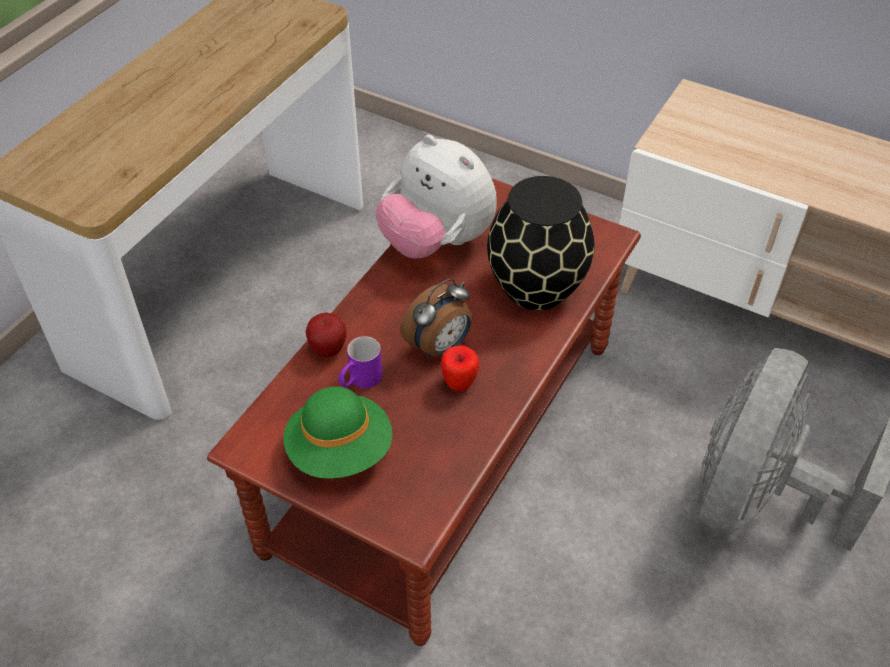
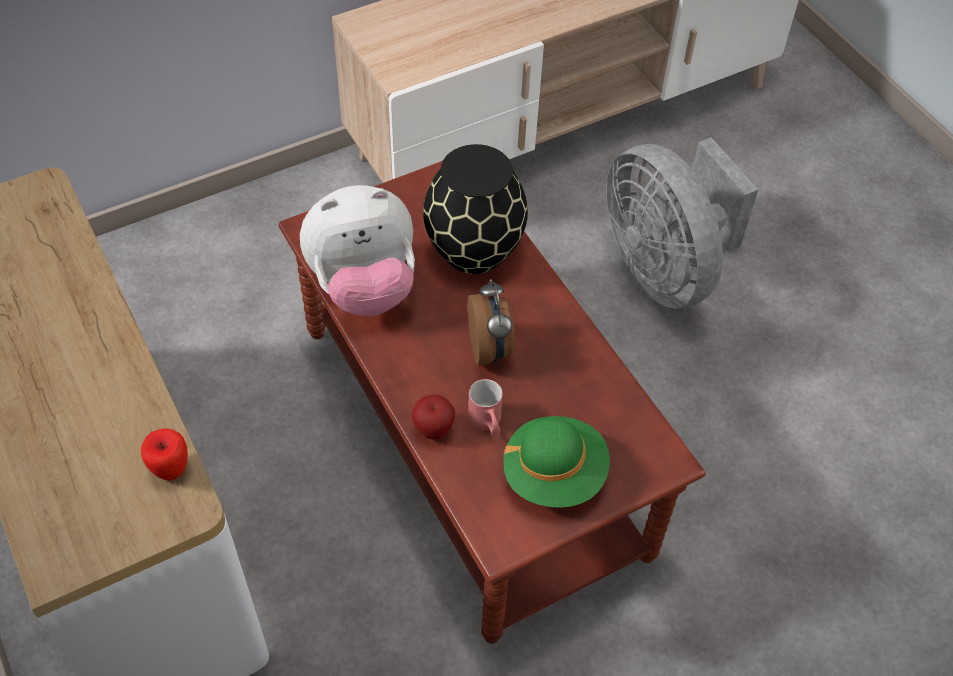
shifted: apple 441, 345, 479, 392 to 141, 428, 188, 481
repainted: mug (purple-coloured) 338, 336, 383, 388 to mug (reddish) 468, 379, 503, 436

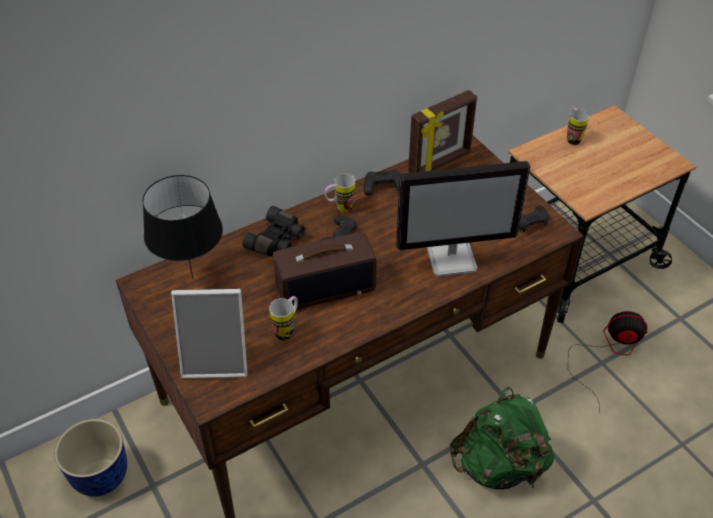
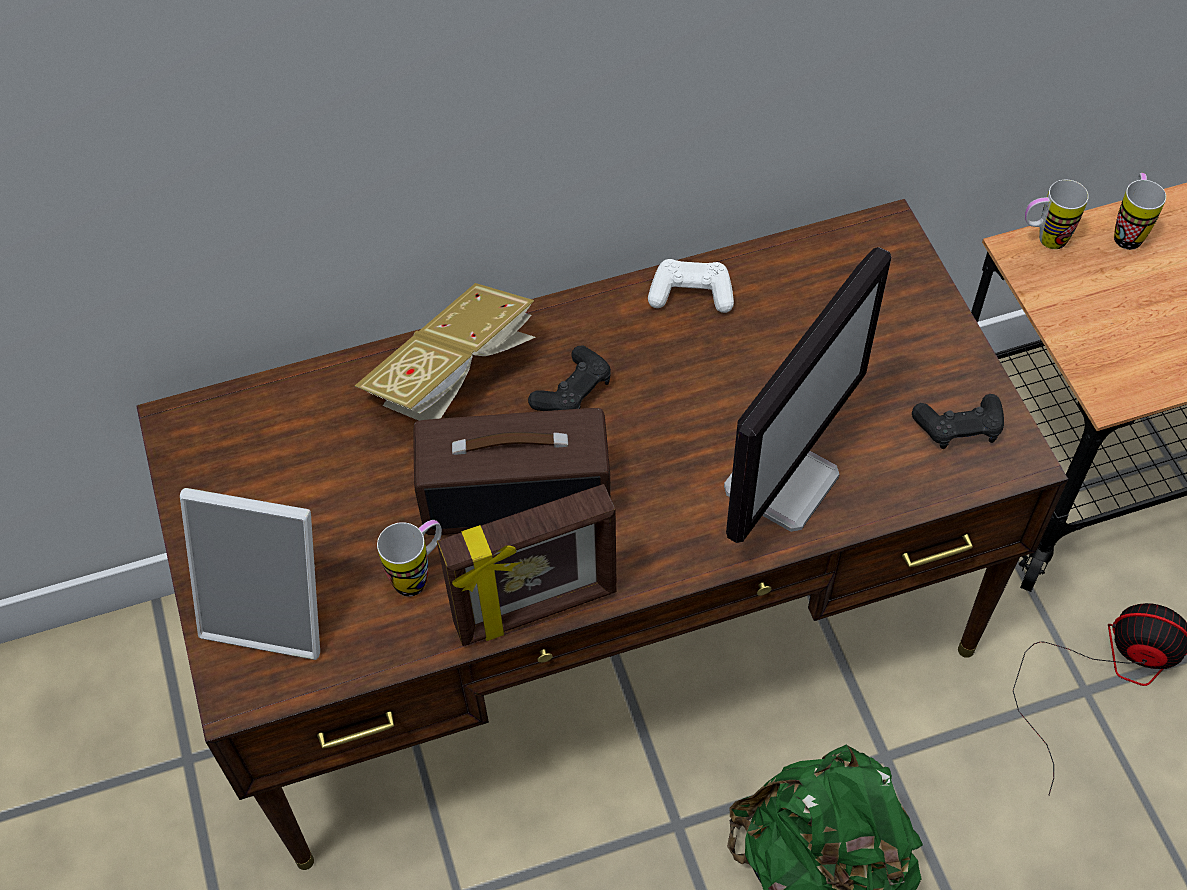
gone: plant pot 55, 419, 127, 497; tabletop lamp (black) 143, 175, 223, 280
shifted: mug 325, 174, 355, 213 to 1025, 180, 1089, 249; picture frame 408, 90, 477, 173 to 437, 484, 617, 646
swapped: pair of binoculars (black) 243, 206, 305, 256 to book 355, 283, 536, 421
repainted: gamepad (black) 364, 170, 401, 196 to gamepad (white-coloured) 648, 259, 734, 313
rotated: computer screen 396, 161, 530, 277 = 724, 247, 892, 543 60 degrees counterclockwise

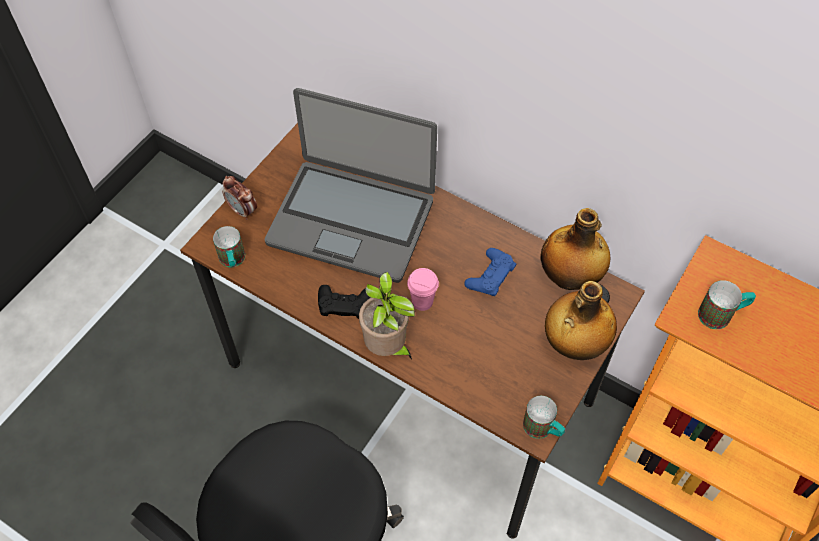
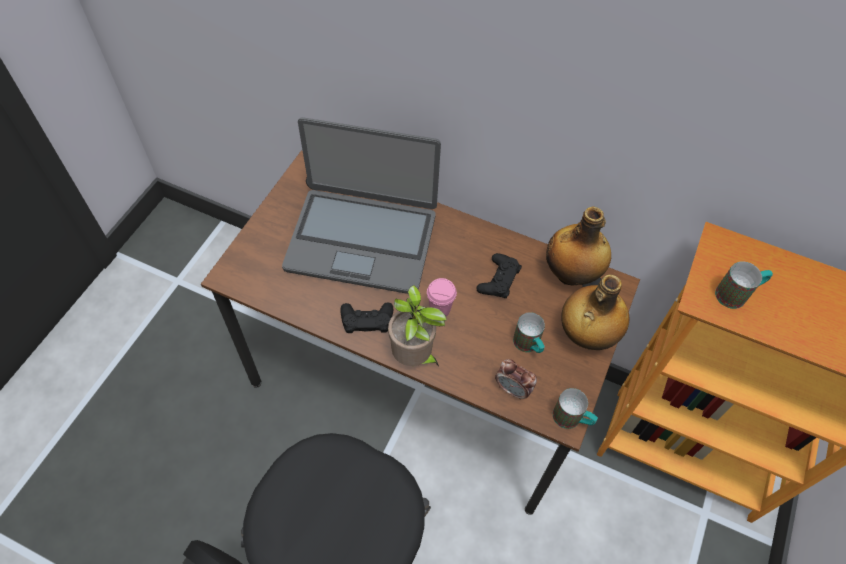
shifted: mug 213, 226, 245, 267 to 513, 312, 545, 353; bedside clock 222, 176, 257, 220 to 495, 359, 537, 400
repainted: gamepad (blue) 464, 248, 516, 296 to gamepad (black) 477, 253, 522, 298

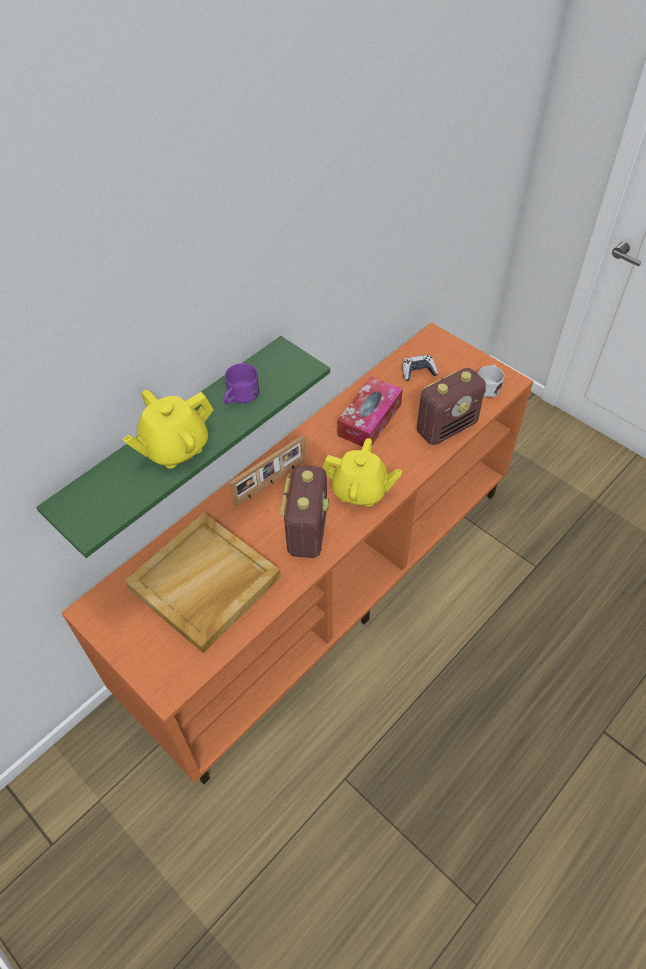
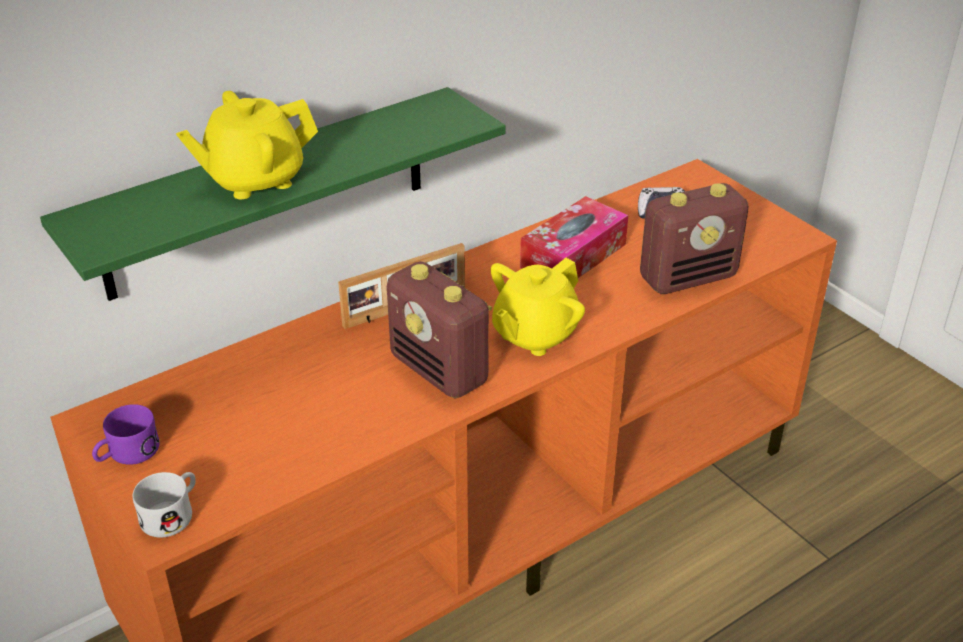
gone: serving tray (beige-coloured) 125, 512, 281, 654
shifted: mug (purple-coloured) 224, 363, 259, 404 to 92, 404, 159, 465; mug (white-coloured) 478, 364, 504, 397 to 133, 472, 196, 538
rotated: radio 280, 465, 330, 558 = 387, 261, 492, 399 120 degrees clockwise; pot for tea (yellow) 322, 438, 402, 507 = 491, 258, 585, 356 105 degrees clockwise

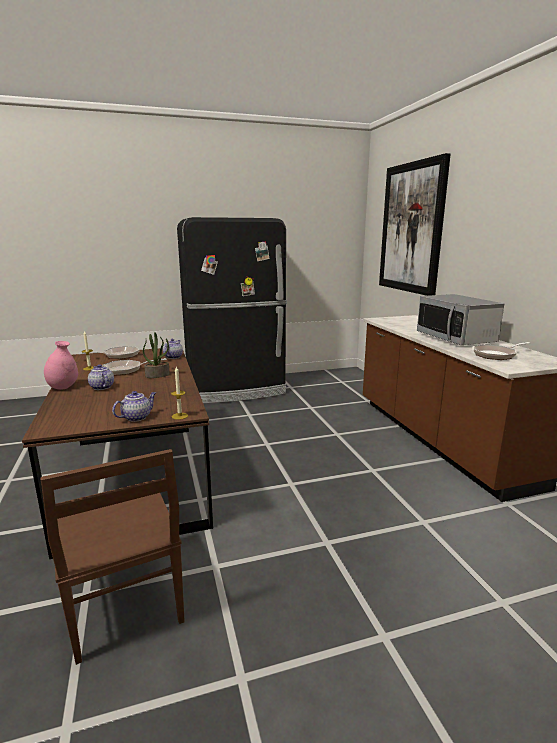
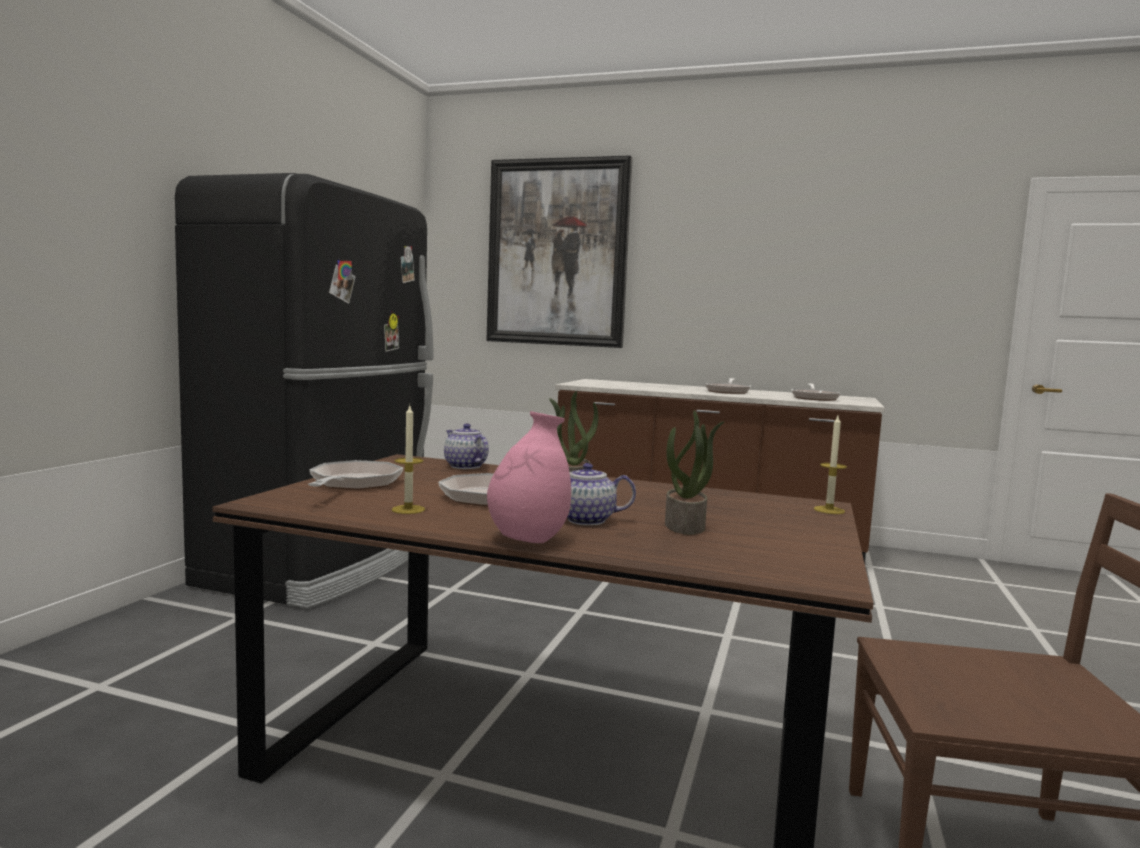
gone: pot for tea 112, 391, 156, 422
new: houseplant 665, 410, 725, 535
swapped: microwave 417, 294, 504, 345 to pan 705, 378, 751, 394

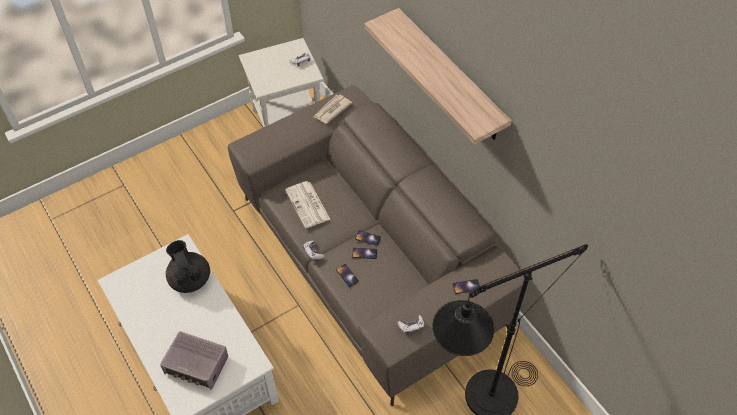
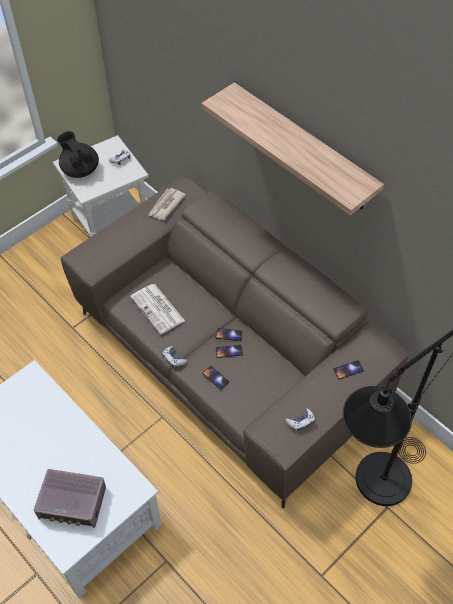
shifted: pot for tea (black) 166, 240, 210, 293 to 57, 131, 99, 178

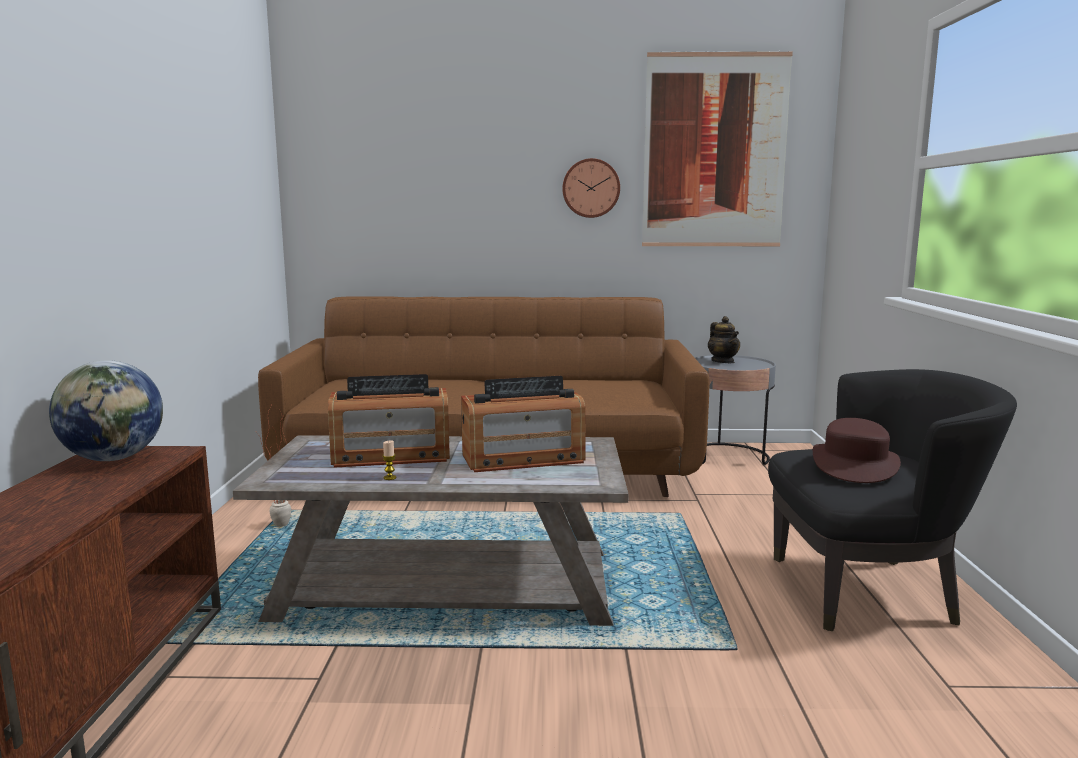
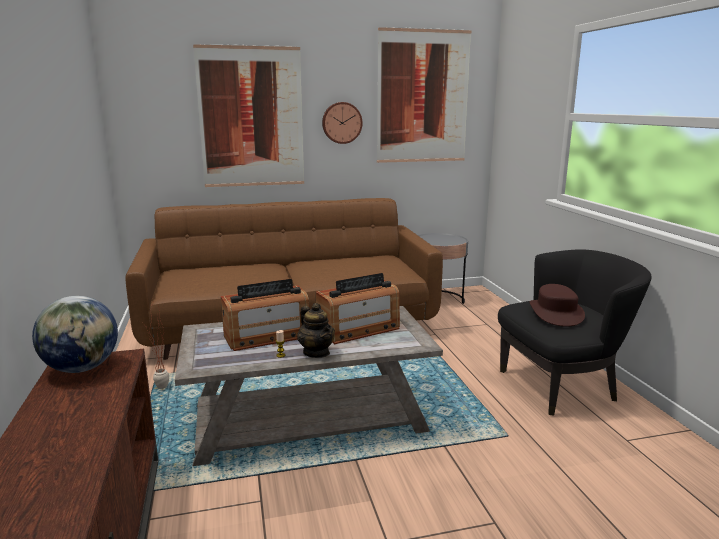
new: picture 193, 44, 304, 187
shifted: pot for tea 708, 316, 740, 363 to 297, 303, 335, 358

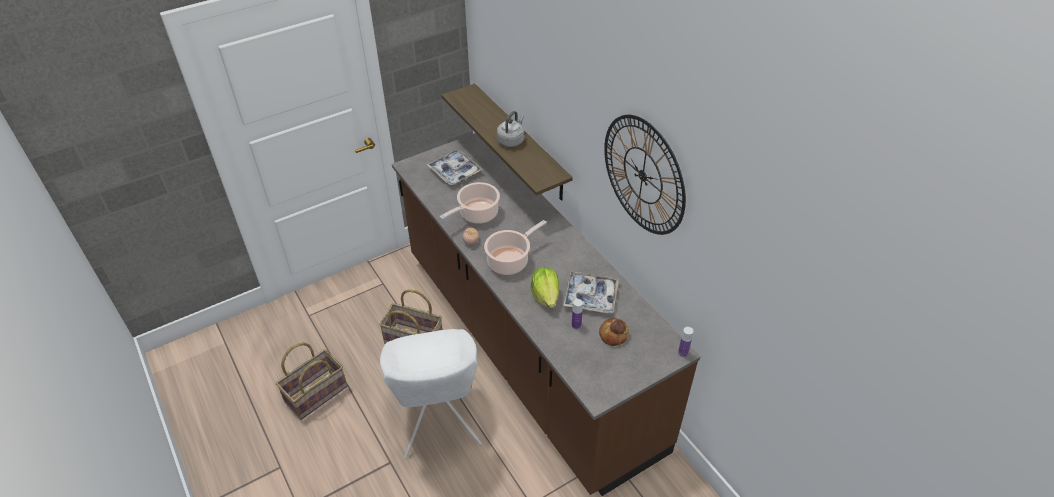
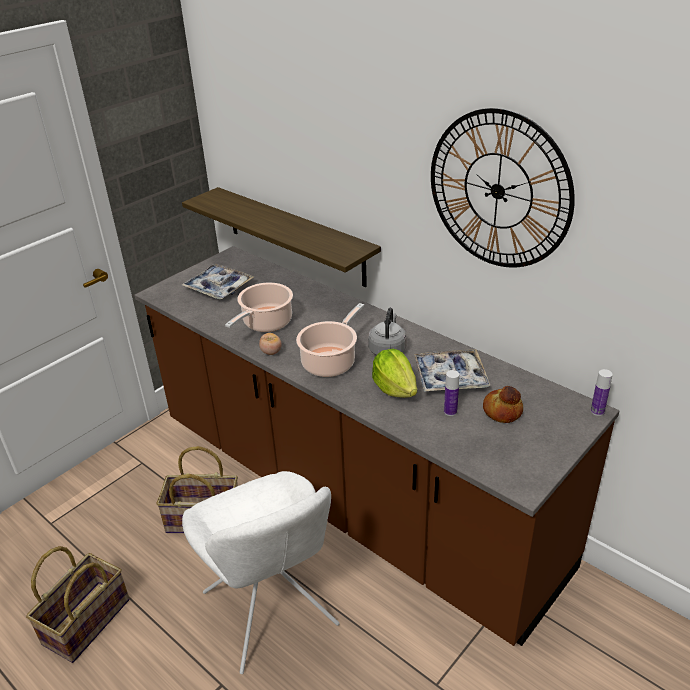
shifted: water kettle (grey) 497, 111, 524, 147 to 368, 308, 406, 355

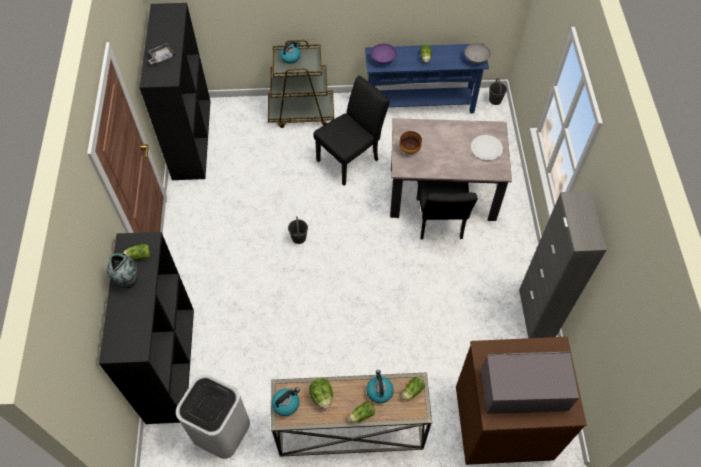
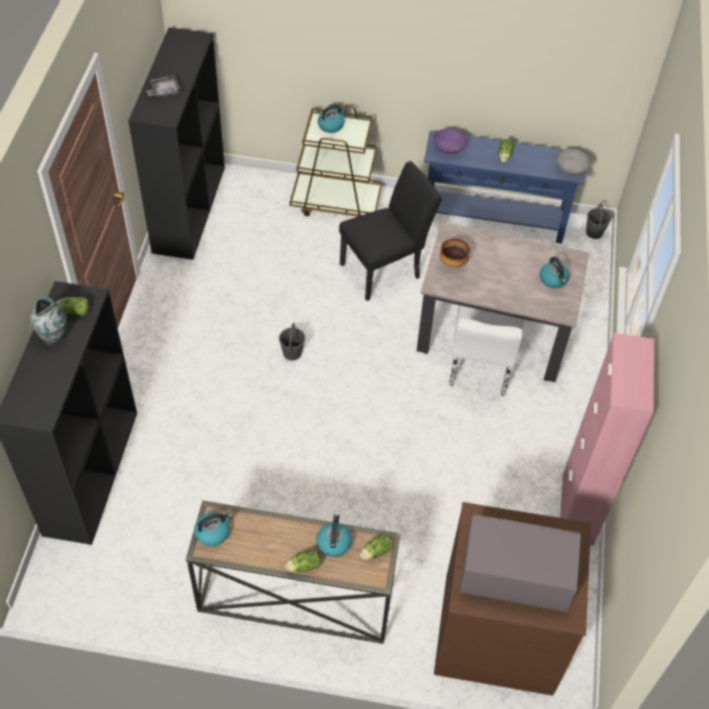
gone: rubbish bin (white-coloured) 176, 374, 250, 459; lettuce 309, 378, 333, 409
swapped: flat dish (white-coloured) 471, 135, 503, 161 to water kettle 540, 257, 569, 289
repainted: upright chair (black) 417, 181, 477, 240 to upright chair (white-coloured) 449, 305, 524, 396; storage cabinet (grey) 519, 191, 607, 338 to storage cabinet (pinkish) 560, 333, 654, 546

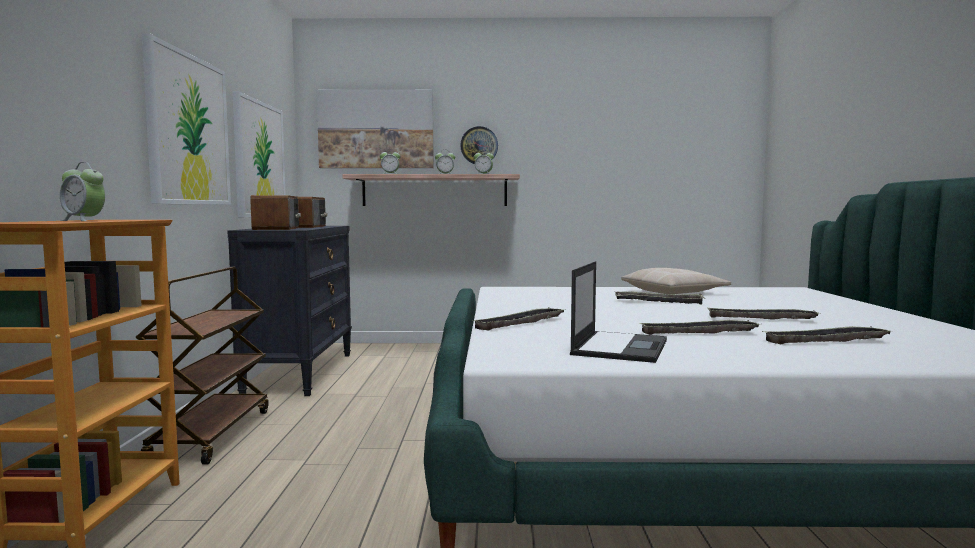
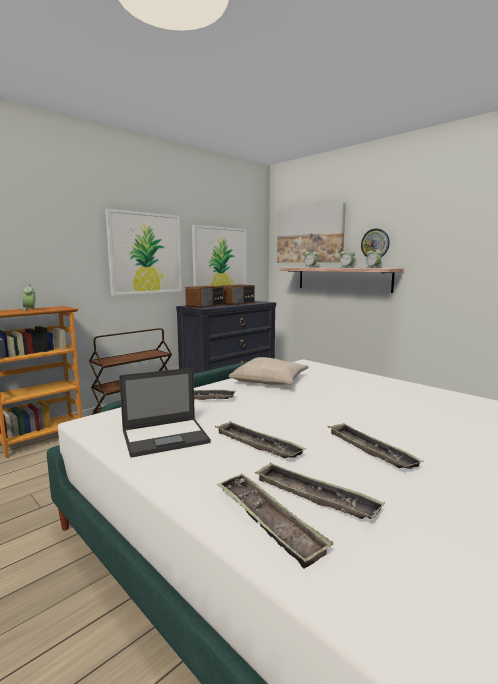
shifted: serving tray 615, 291, 704, 305 to 217, 474, 333, 569; throw pillow (beige-coloured) 621, 268, 731, 294 to 229, 357, 308, 385

